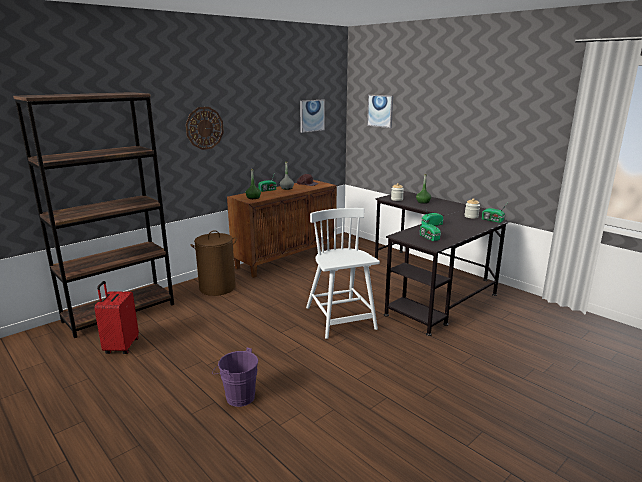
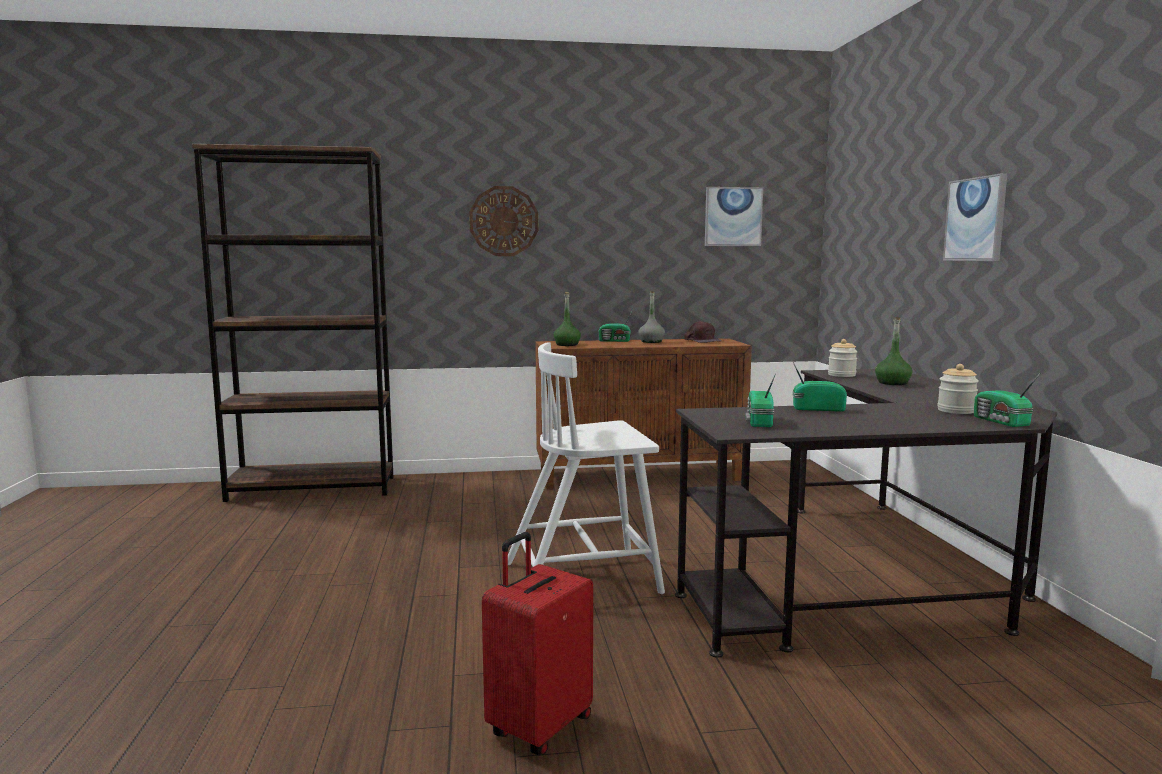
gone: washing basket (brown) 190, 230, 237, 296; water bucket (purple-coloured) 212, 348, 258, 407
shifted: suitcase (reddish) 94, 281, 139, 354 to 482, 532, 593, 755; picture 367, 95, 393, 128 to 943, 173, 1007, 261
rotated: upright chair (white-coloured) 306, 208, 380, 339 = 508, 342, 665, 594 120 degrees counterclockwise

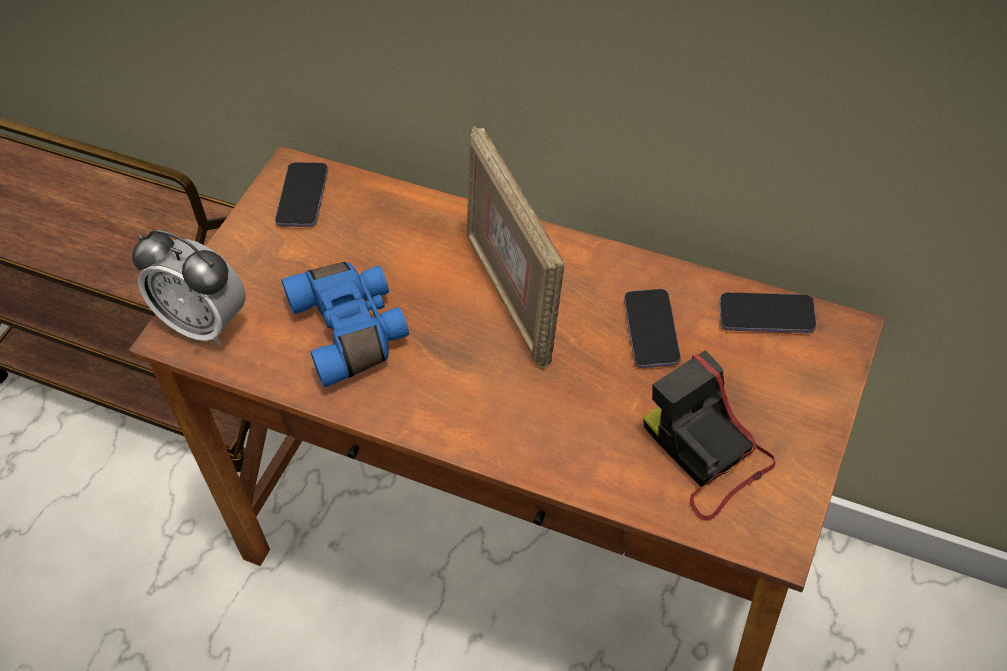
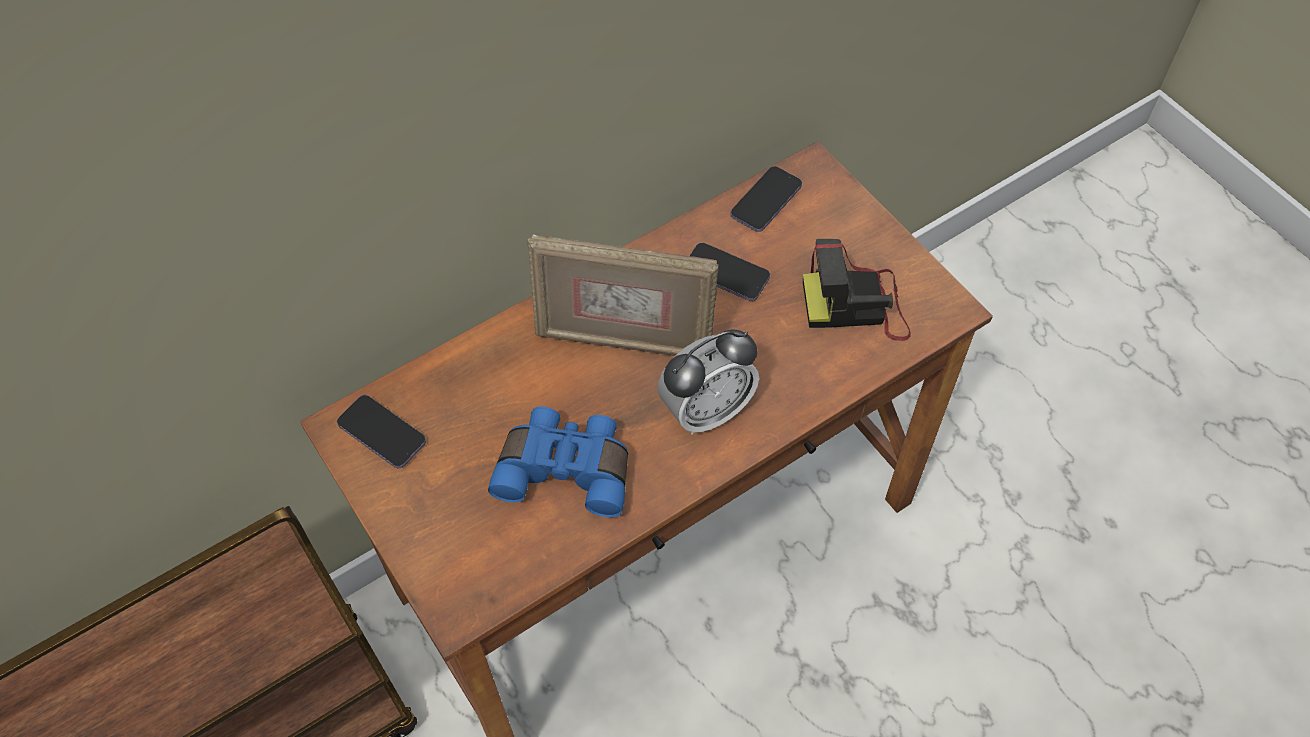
shifted: bedside clock 132, 230, 246, 345 to 657, 329, 759, 435

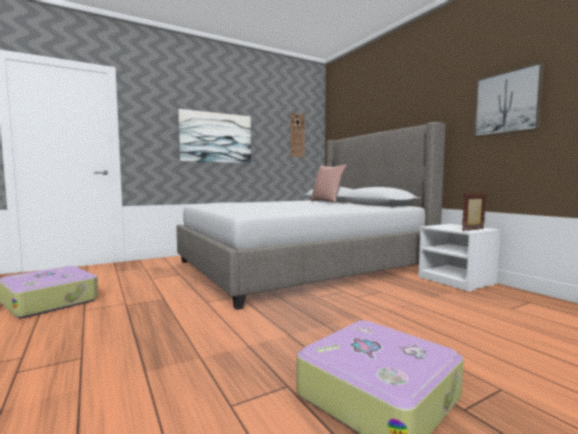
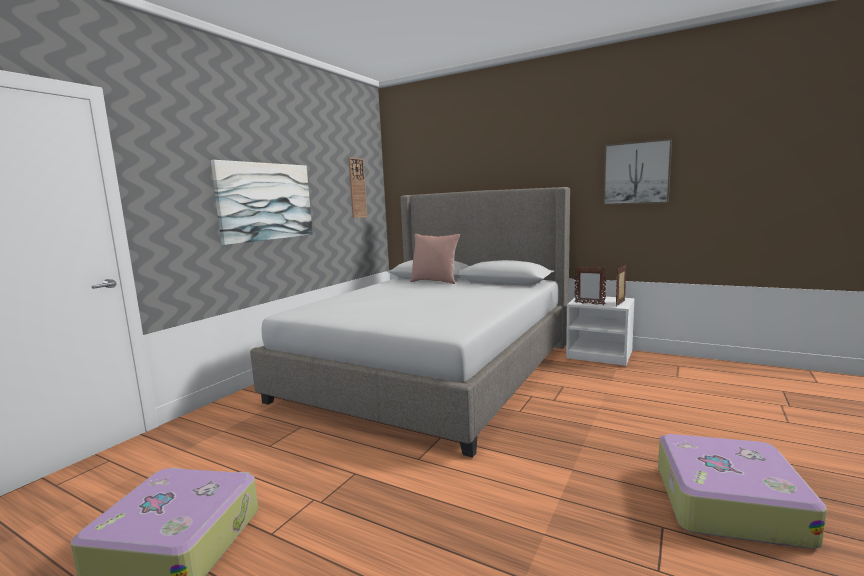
new: picture frame 574, 267, 606, 305

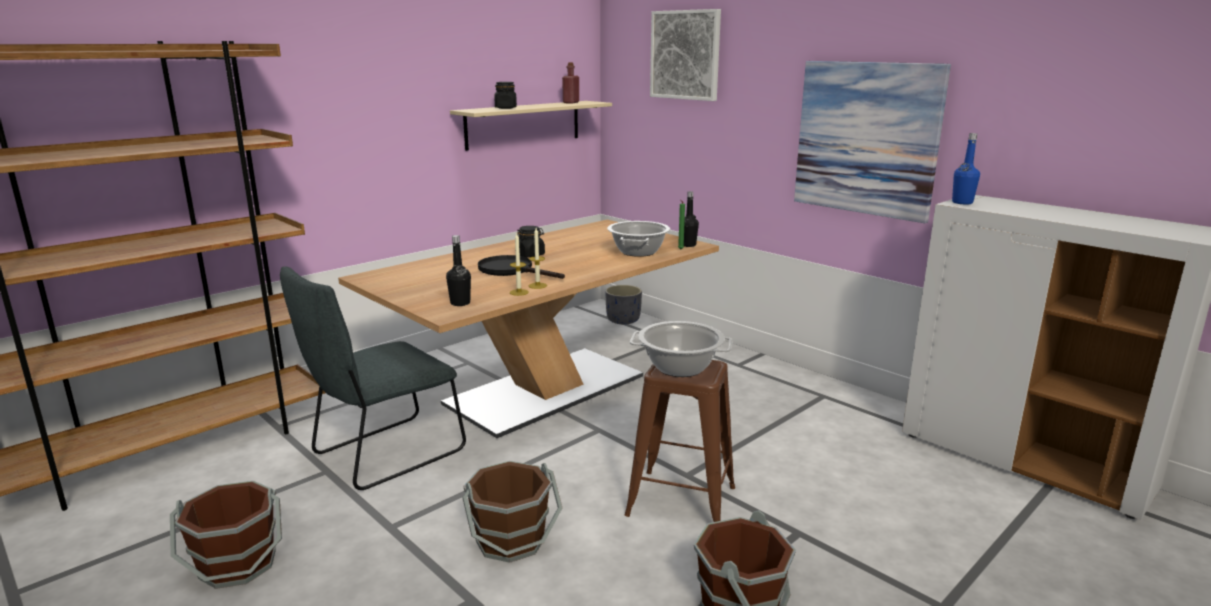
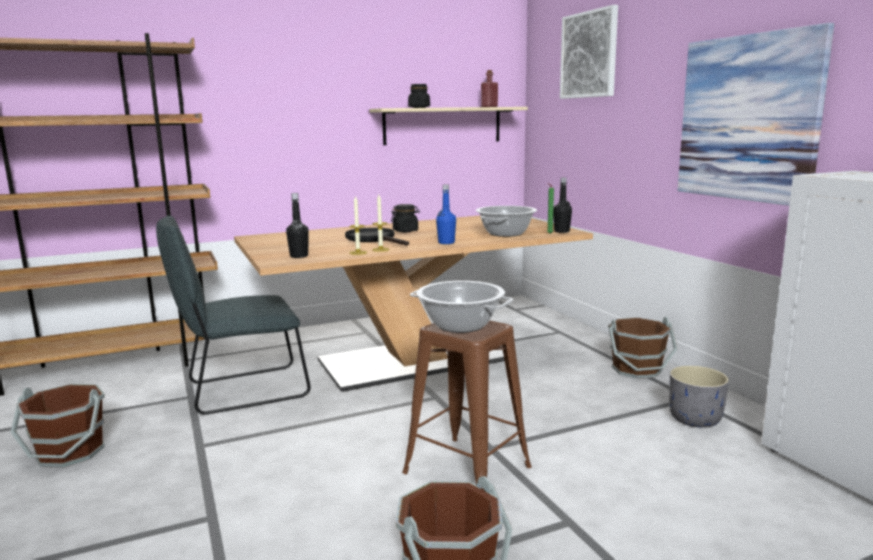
shifted: water bucket (brown) 462, 461, 562, 563 to 608, 317, 677, 379; plant pot (grey) 605, 285, 642, 324 to 669, 366, 729, 428; bottle (blue) 952, 133, 980, 204 to 436, 184, 456, 244

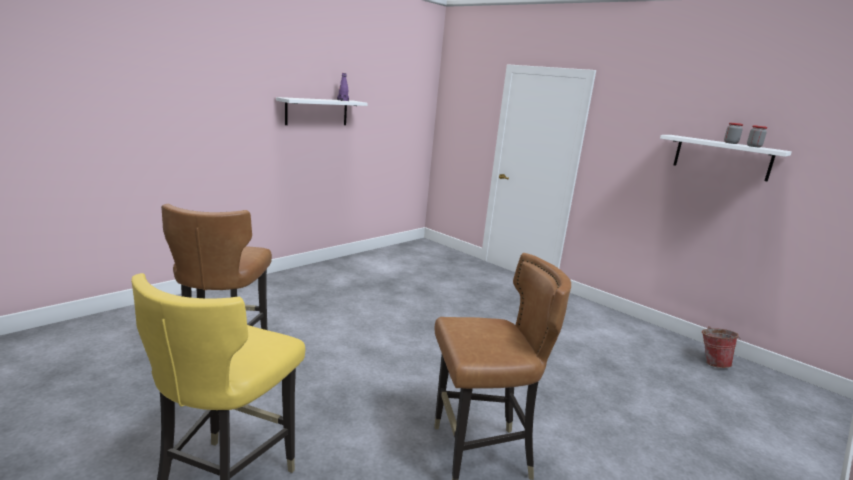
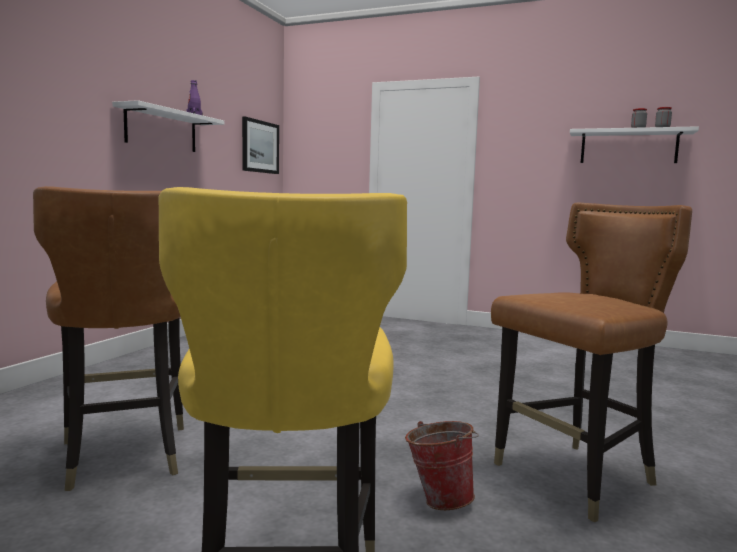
new: picture 242, 117, 279, 174
shifted: water bucket 702, 326, 741, 368 to 405, 421, 479, 510

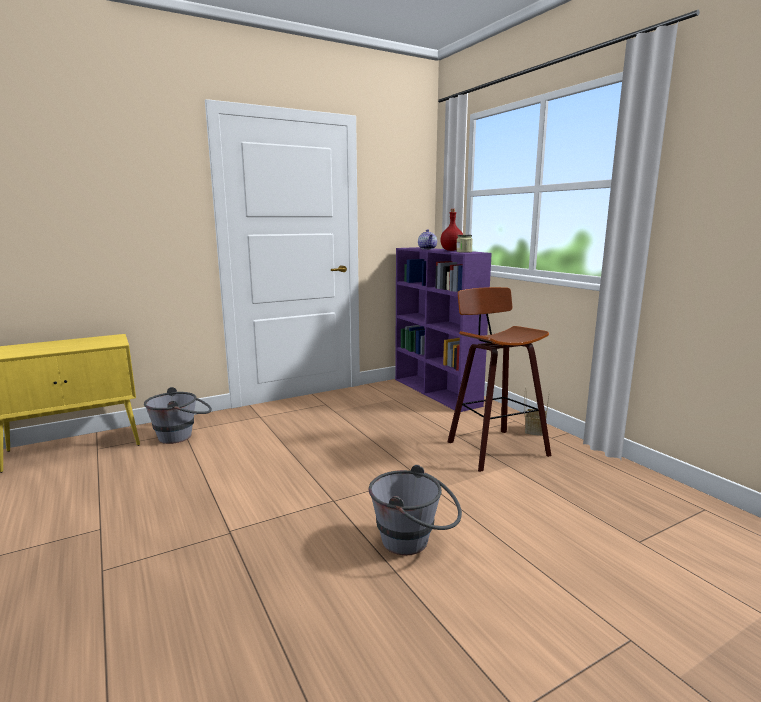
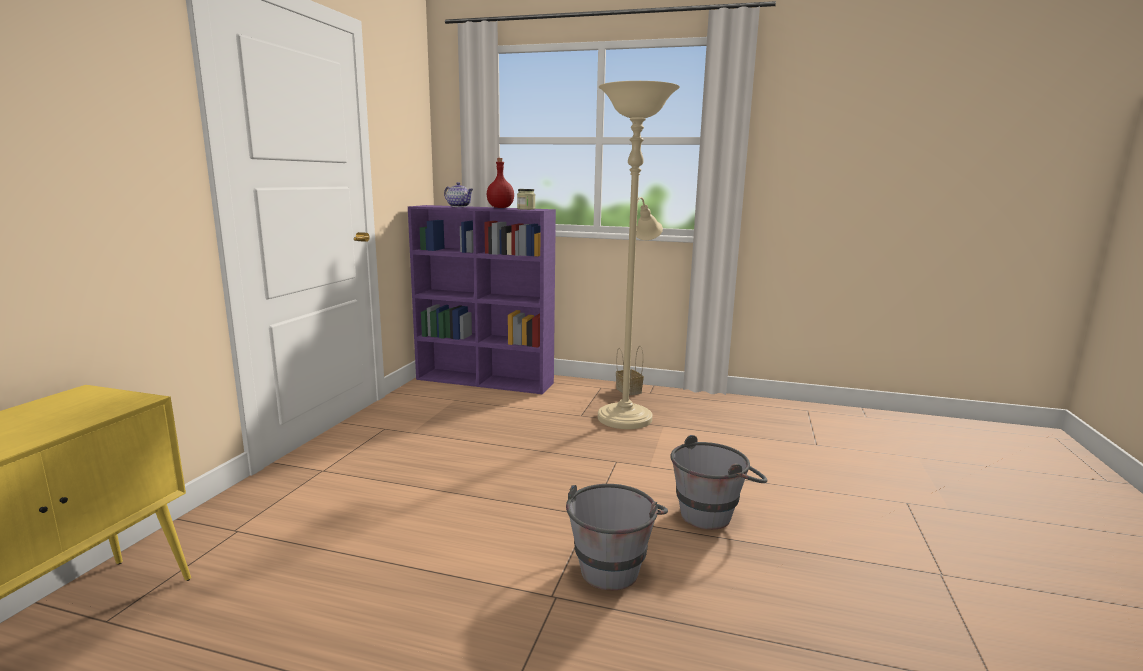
shifted: water bucket (grey) 144, 387, 212, 444 to 566, 484, 668, 590
swapped: stool seat 448, 287, 551, 472 to floor lamp (beige-coloured) 598, 81, 680, 429

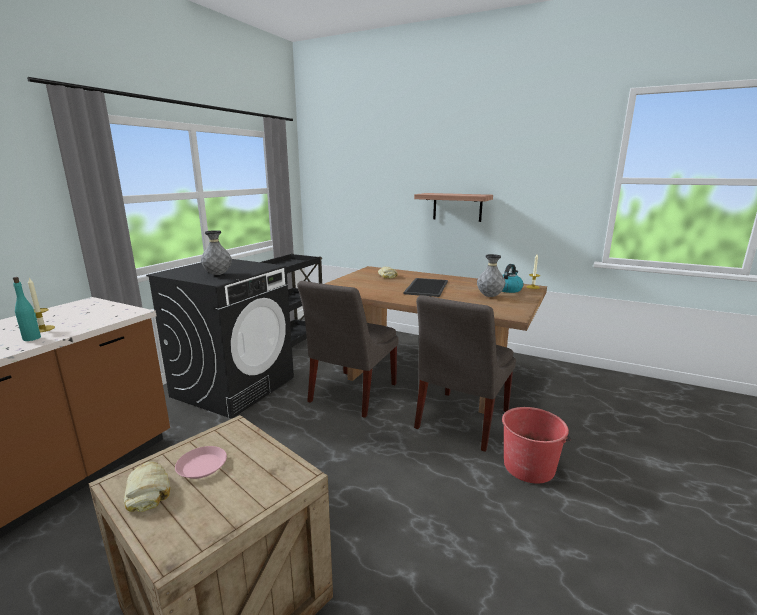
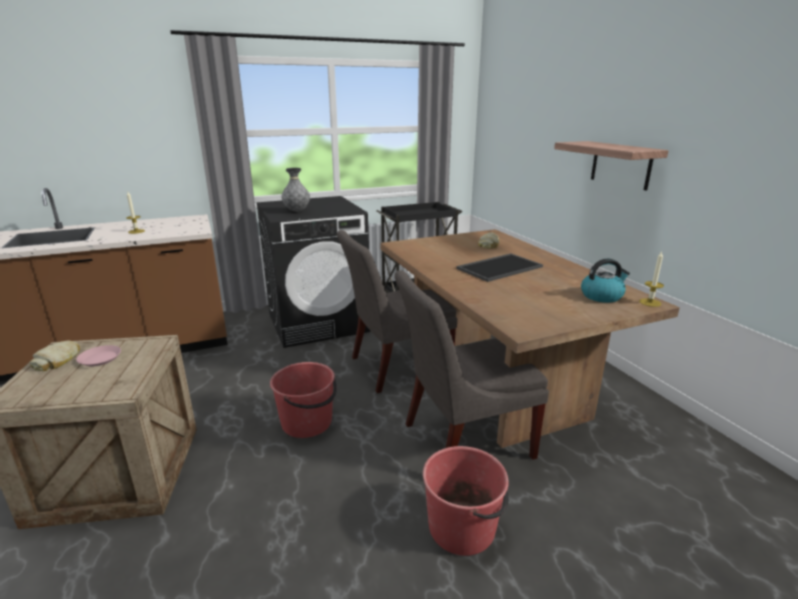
gone: bottle (turquoise) 13, 277, 41, 341; vase (grey) 477, 254, 506, 297
new: water bucket (reddish) 270, 362, 337, 438

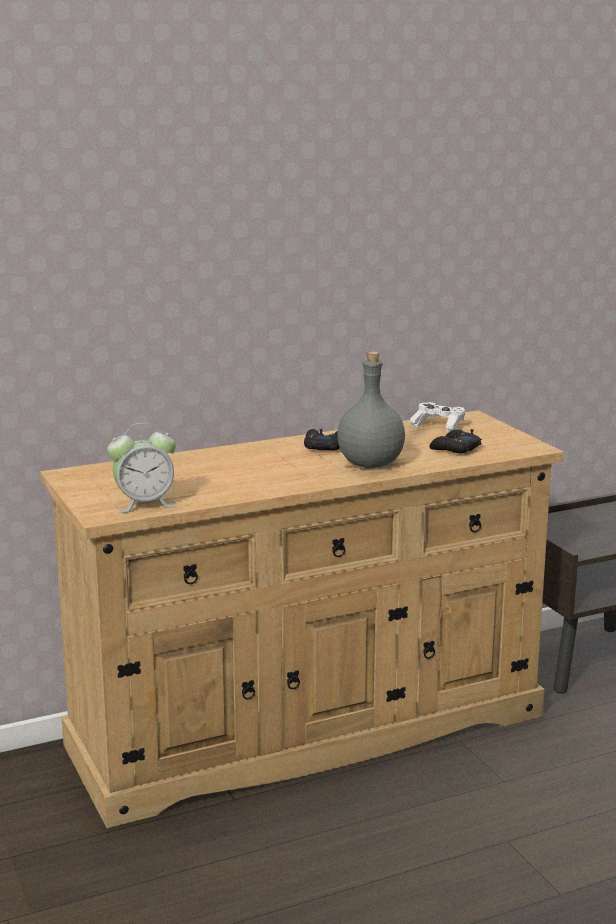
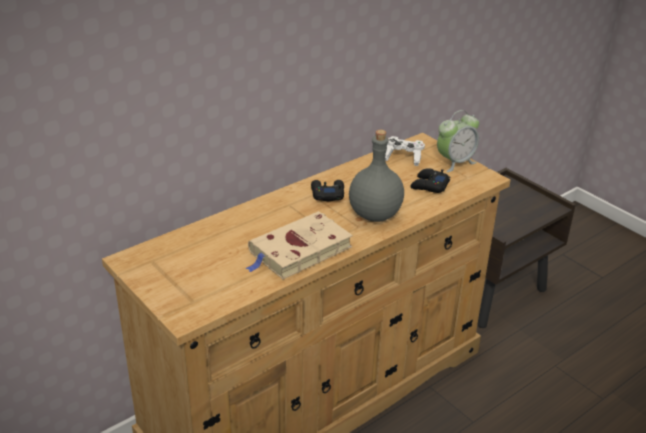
new: book (beige-coloured) 245, 211, 353, 279
shifted: bedside clock 107, 423, 176, 513 to 437, 110, 479, 172

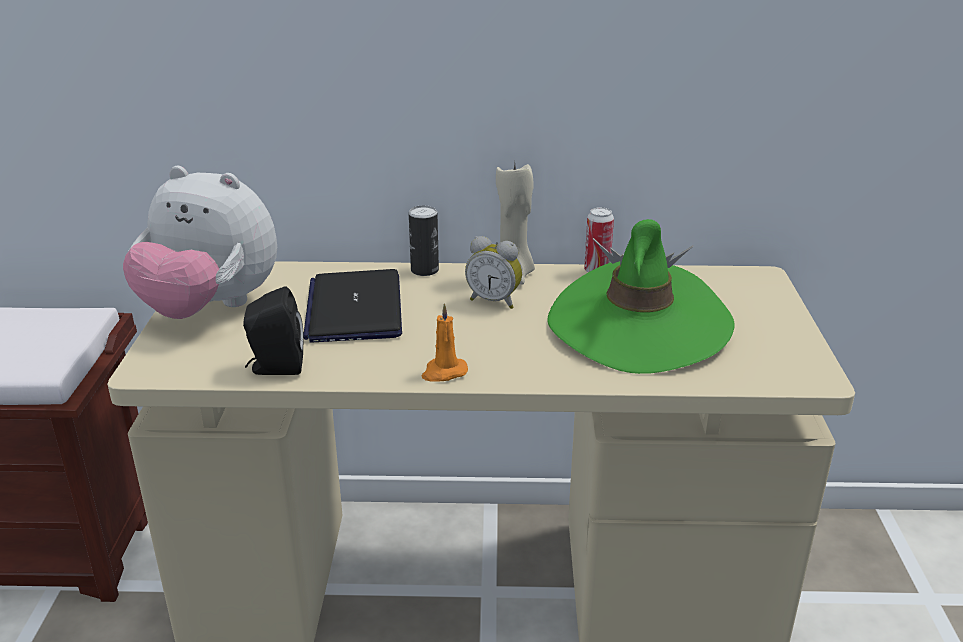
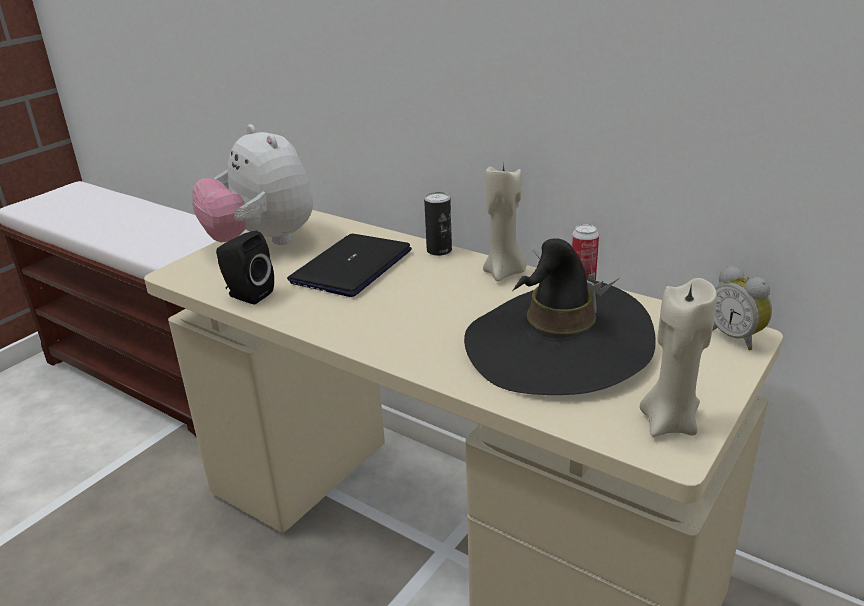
gone: wax light (orangey) 422, 303, 468, 382
new: wax light (beige-coloured) 640, 278, 717, 437
shifted: bedside clock 465, 236, 522, 309 to 713, 266, 772, 350
repainted: clothing hat (green-coloured) 547, 219, 735, 374 to clothing hat (black) 464, 238, 656, 395

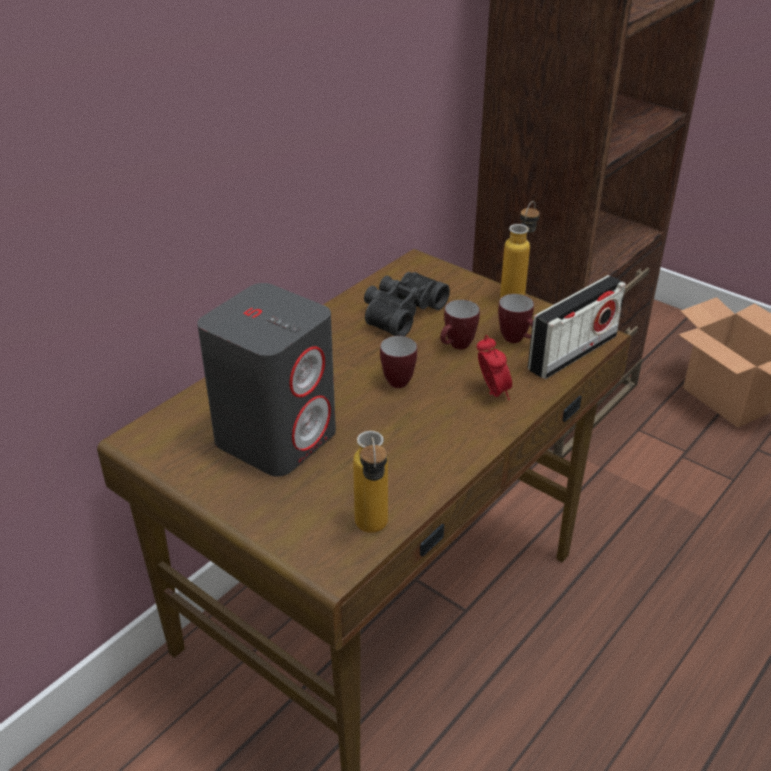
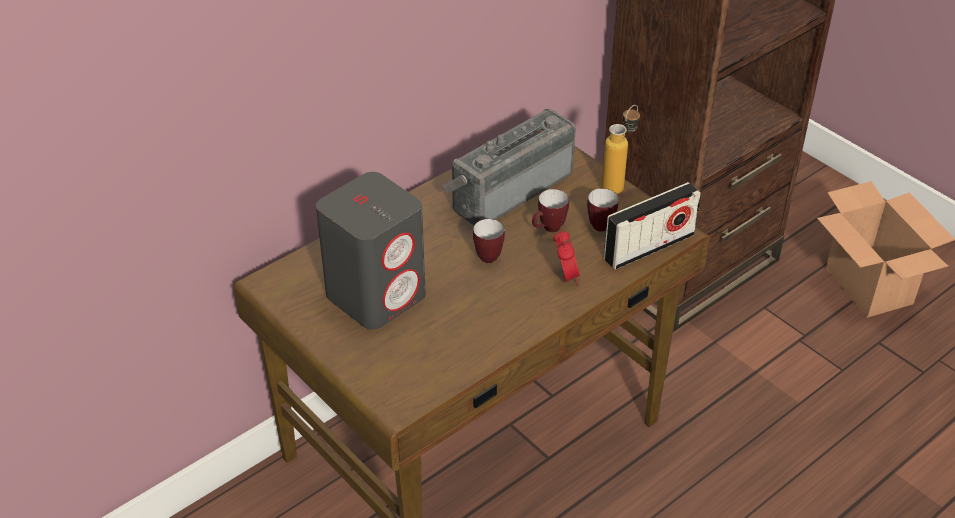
gone: bottle 353, 431, 388, 533
swapped: pair of binoculars (black) 364, 272, 450, 336 to radio 443, 108, 576, 225

